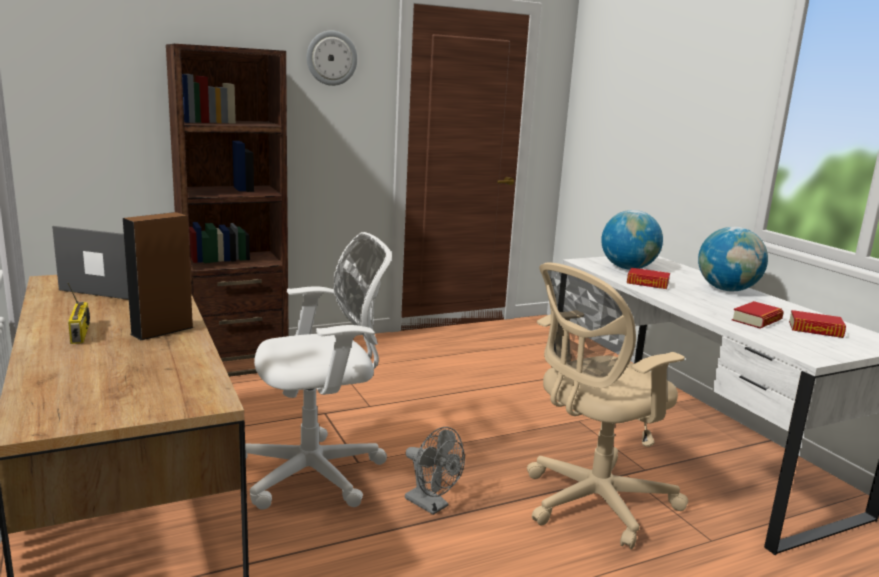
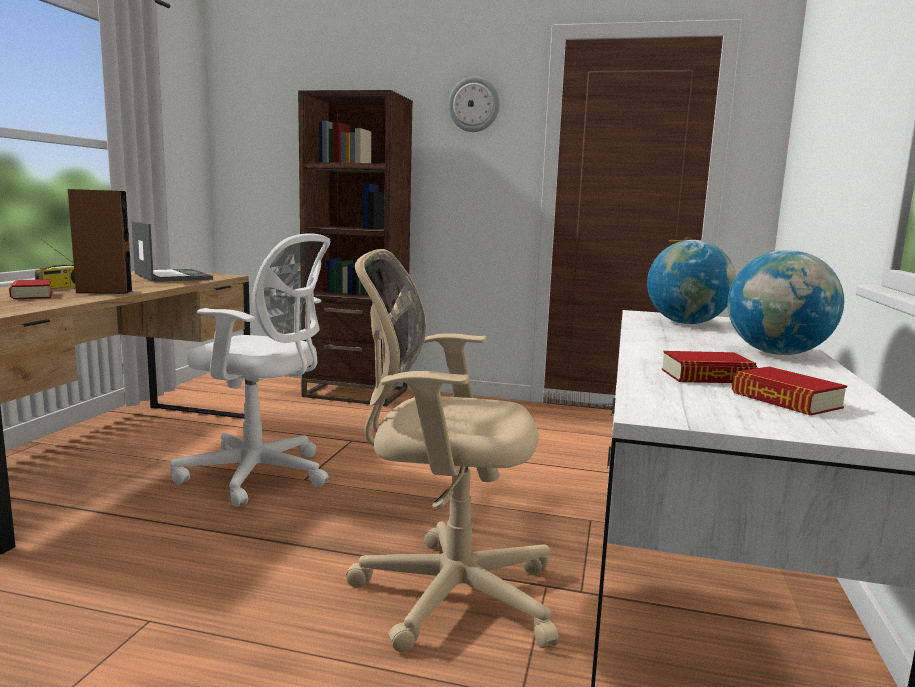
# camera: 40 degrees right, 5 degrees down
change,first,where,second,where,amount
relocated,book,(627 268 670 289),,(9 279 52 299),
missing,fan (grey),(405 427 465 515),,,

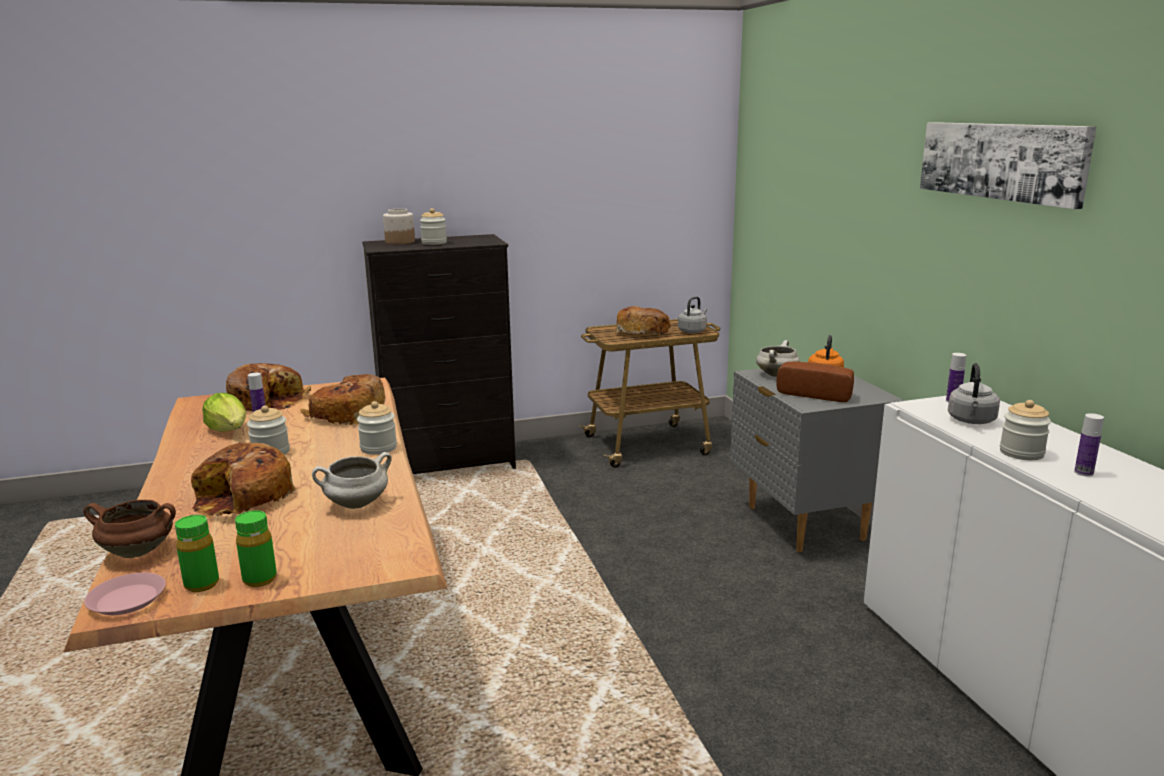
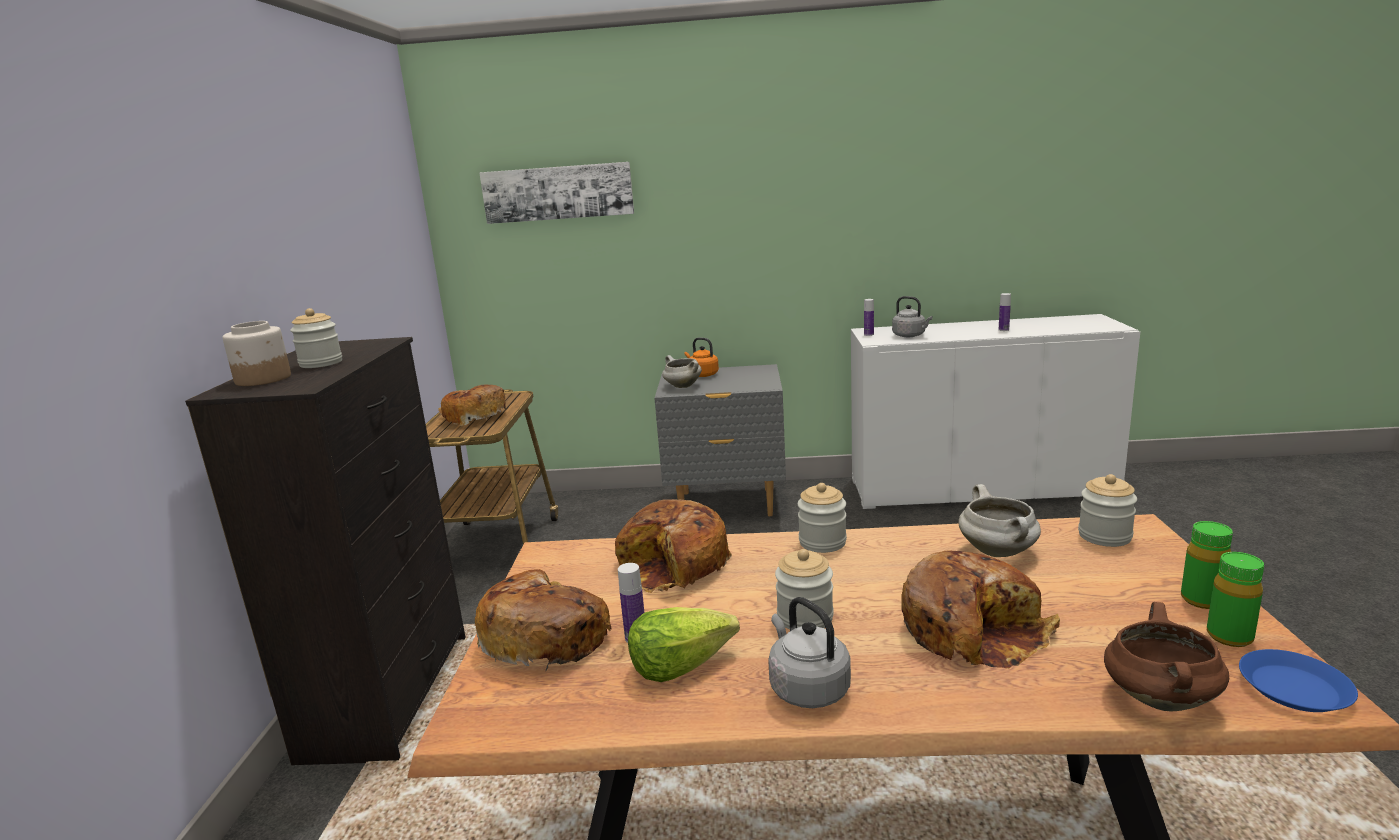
# camera: 70 degrees left, 0 degrees up
change,first,where,second,where,amount
relocated,picture,(920 122 1096 209),,(479 162 634 224),
relocated,kettle (grey),(678 296 707 333),,(768 597 851 708),
relocated,jar,(1000 400 1051 460),,(1078 474 1137 547),
colour,plate (pink),(84 573 166 615),plate (blue),(1239 649 1358 712),
missing,bread,(777 361 854 402),,,

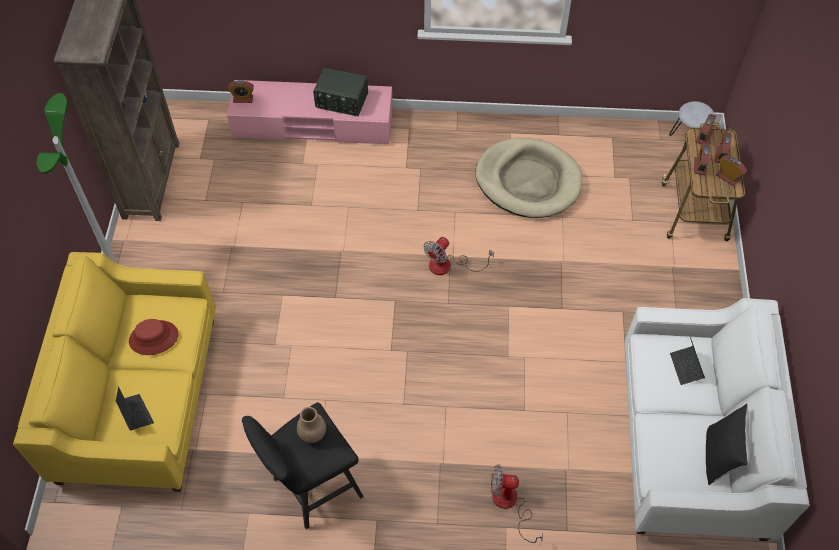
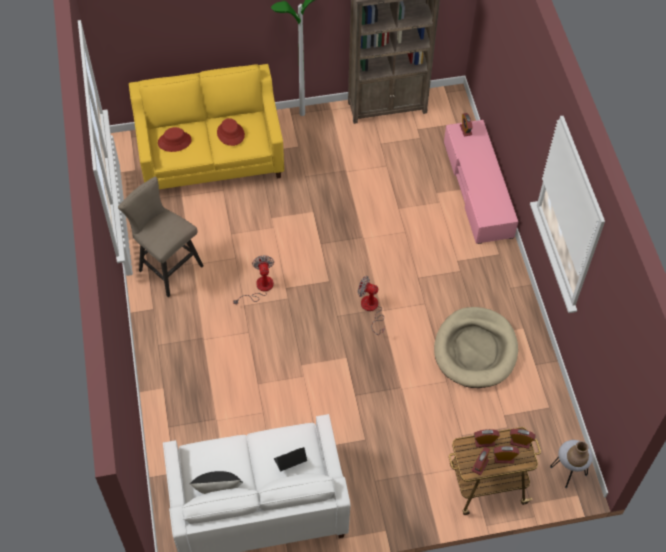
# camera: 75 degrees right, 0 degrees up
change,first,where,second,where,amount
colour,stool (black),(242 403 364 529),stool (beige),(118 176 204 297),
exchanged,laptop,(115 387 154 431),hat (red),(158 127 192 152),
relocated,fan,(491 464 543 543),,(233 255 274 305),
relocated,vase (brown),(297 407 326 443),,(567 441 589 467),
missing,radio,(313 68 368 116),,,

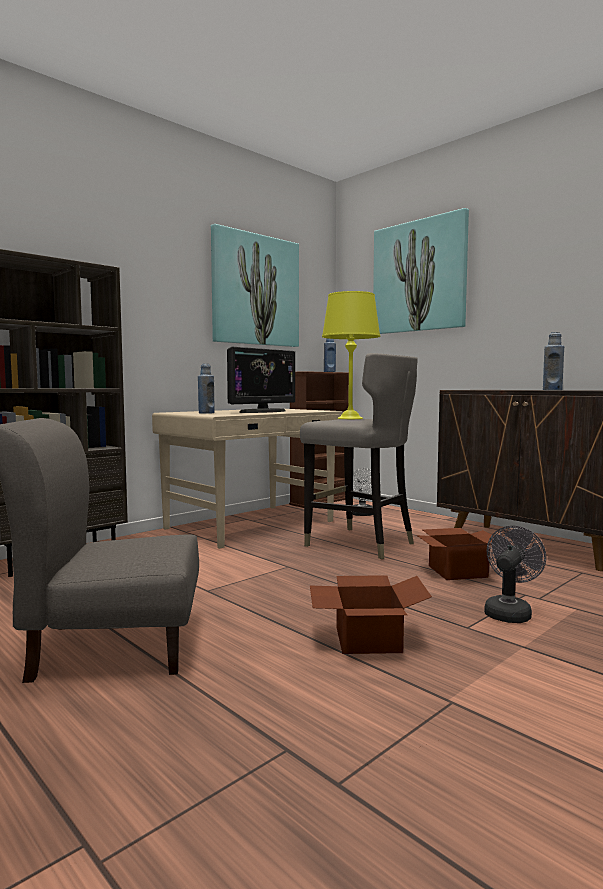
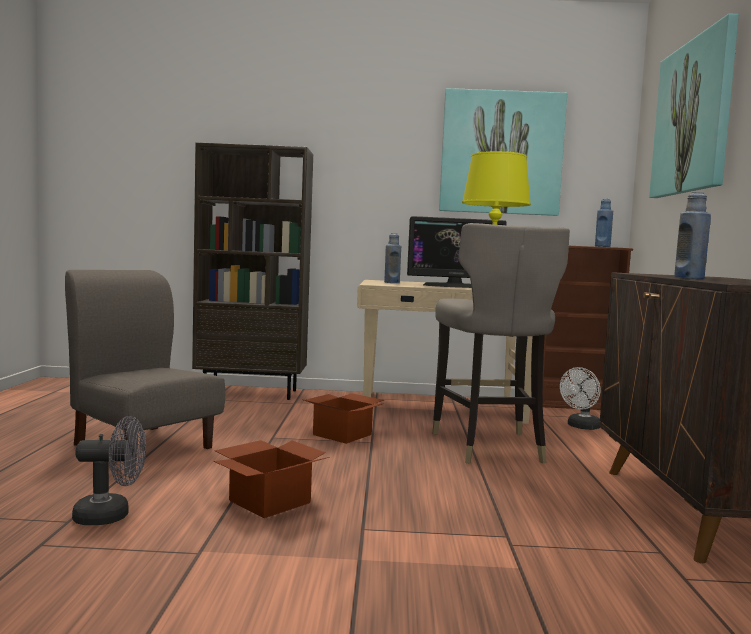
# camera: 45 degrees right, 0 degrees up
change,first,where,second,where,amount
relocated,fan (grey),(484 526 546 623),,(72 416 146 525),
relocated,cardboard box,(416 528 494 580),,(304 393 384 444),

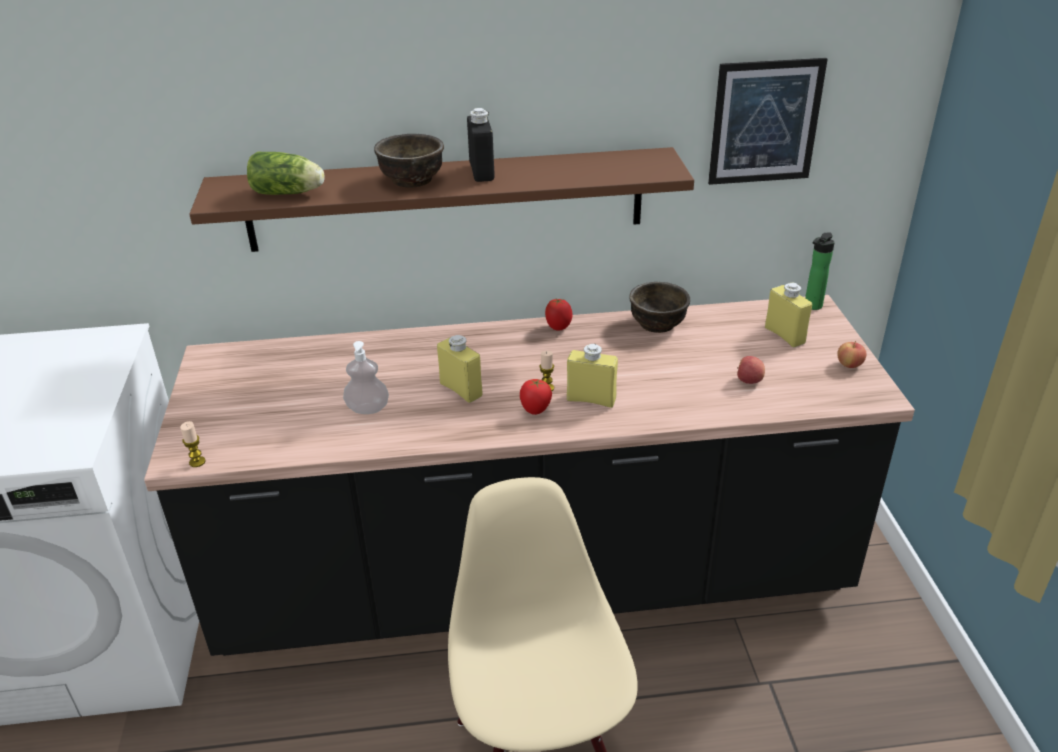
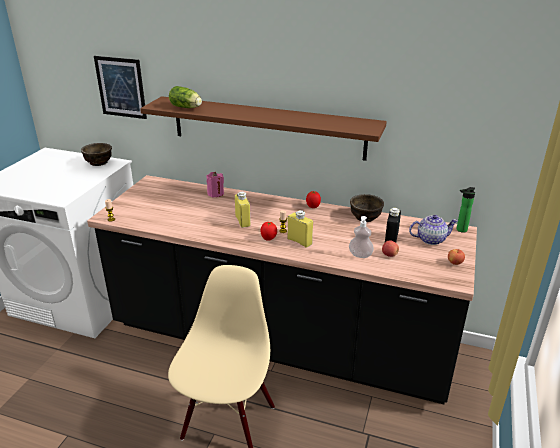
# camera: 25 degrees right, 5 degrees down
change,first,where,second,where,amount
relocated,bowl (brown),(374 134 444 188),,(81 143 112 166),
relocated,picture,(708 58 828 185),,(94 56 147 119),
appeared,,,candle (pink),(207 172 224 197),
relocated,soap dispenser,(343 341 389 414),,(349 216 374 258),
relocated,bottle (black),(467 108 495 182),,(385 208 401 243),
exchanged,bottle (yellow),(765 283 812 347),teapot,(409 215 458 245),

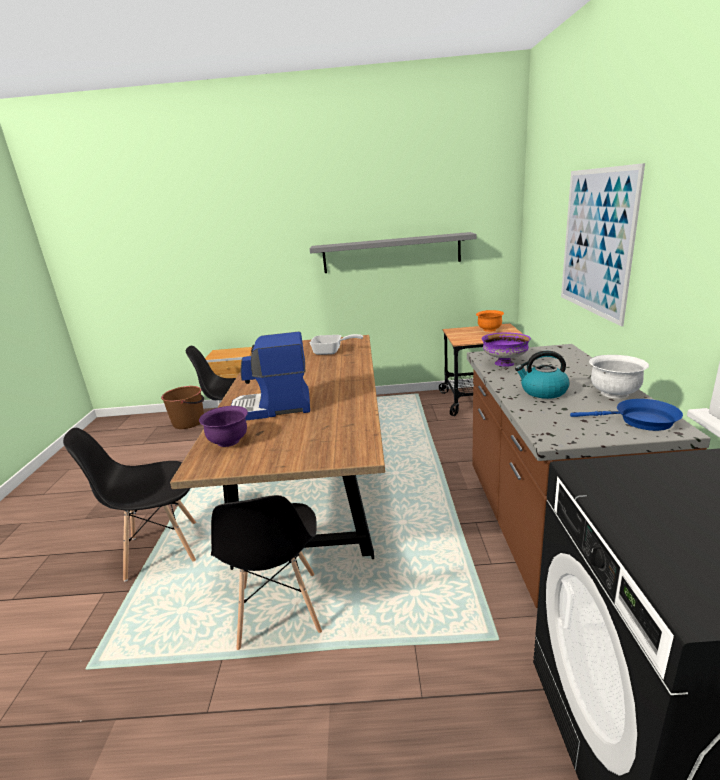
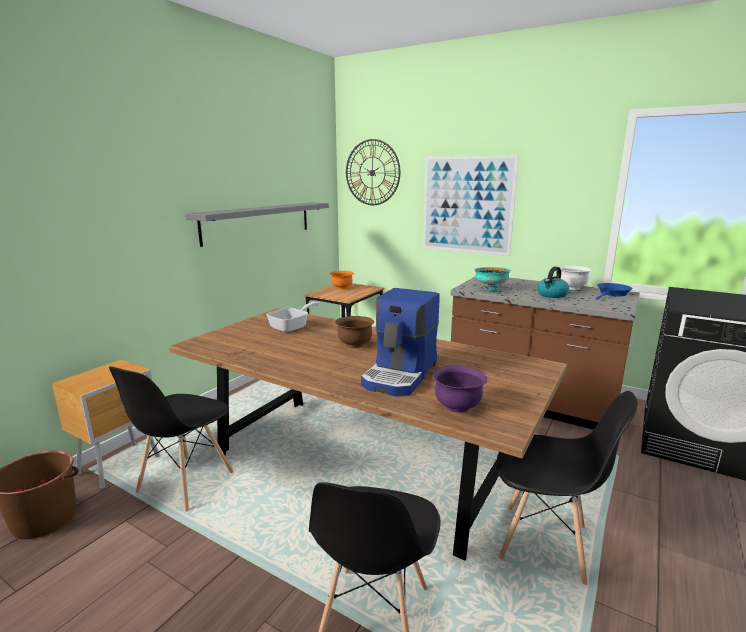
# camera: 60 degrees left, 5 degrees down
change,first,where,second,where,amount
appeared,,,bowl (brown),(335 316 374 348),
appeared,,,wall clock,(346 139 400 205),
colour,bowl (purple),(482 332 531 366),bowl (turquoise),(474 267 511 291),

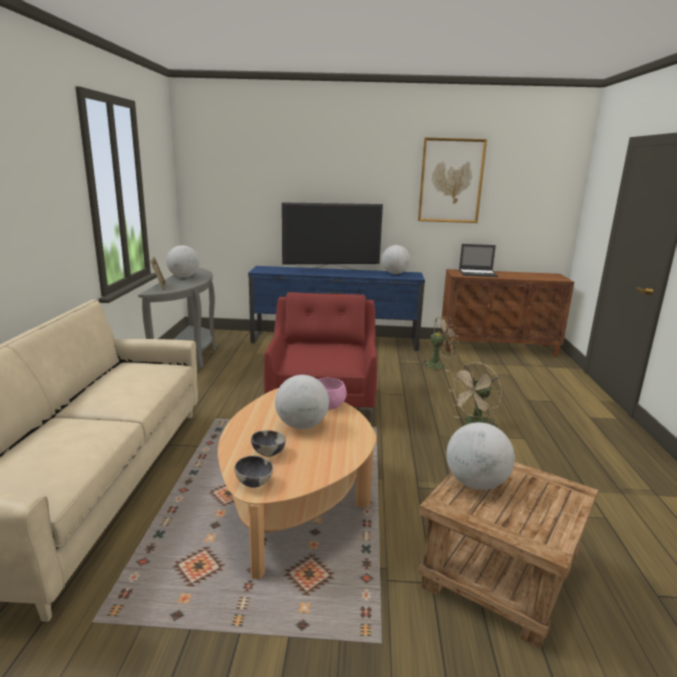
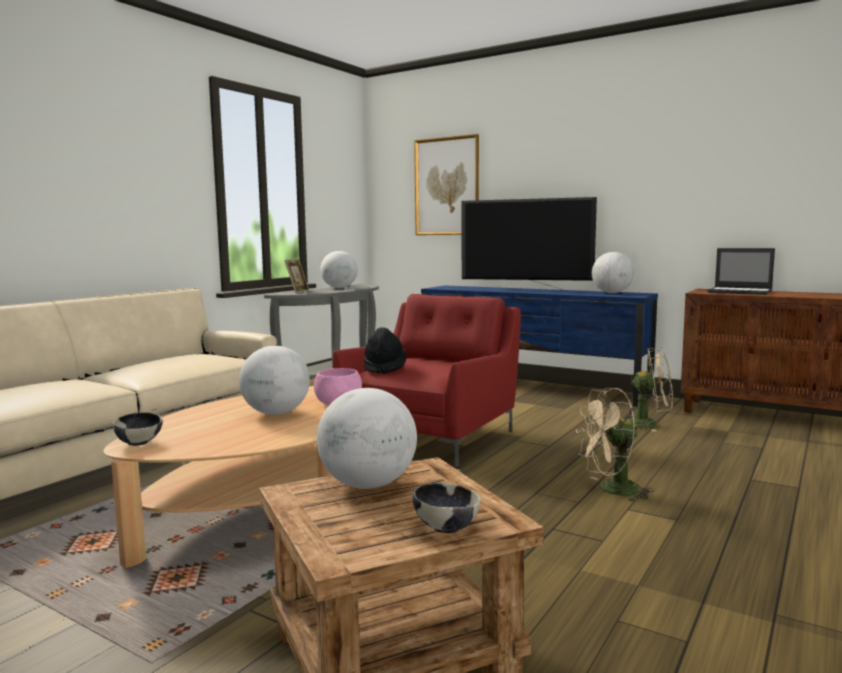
# camera: 30 degrees right, 10 degrees down
change,first,where,second,where,amount
appeared,,,hat (black),(364 327 406 374),
relocated,bowl,(251 430 286 457),,(412 482 481 533),
relocated,picture,(418 137 487 223),,(414 134 479 235),

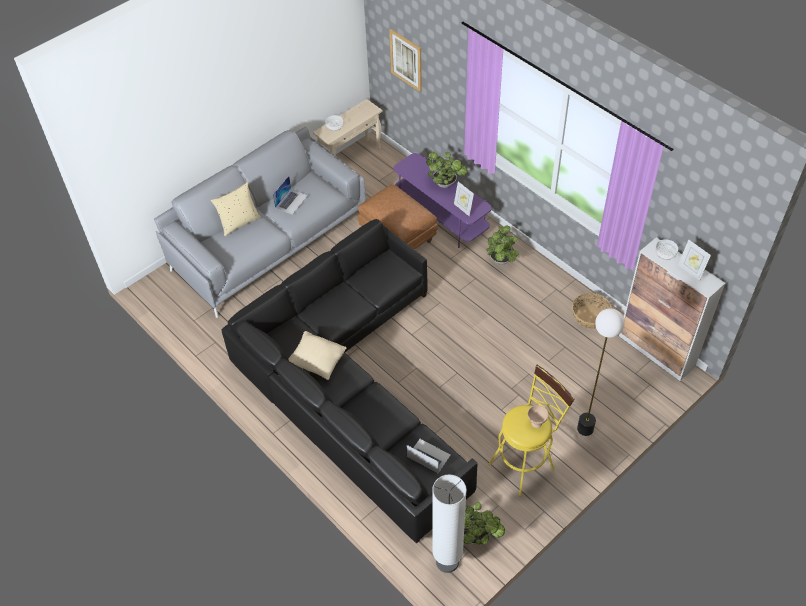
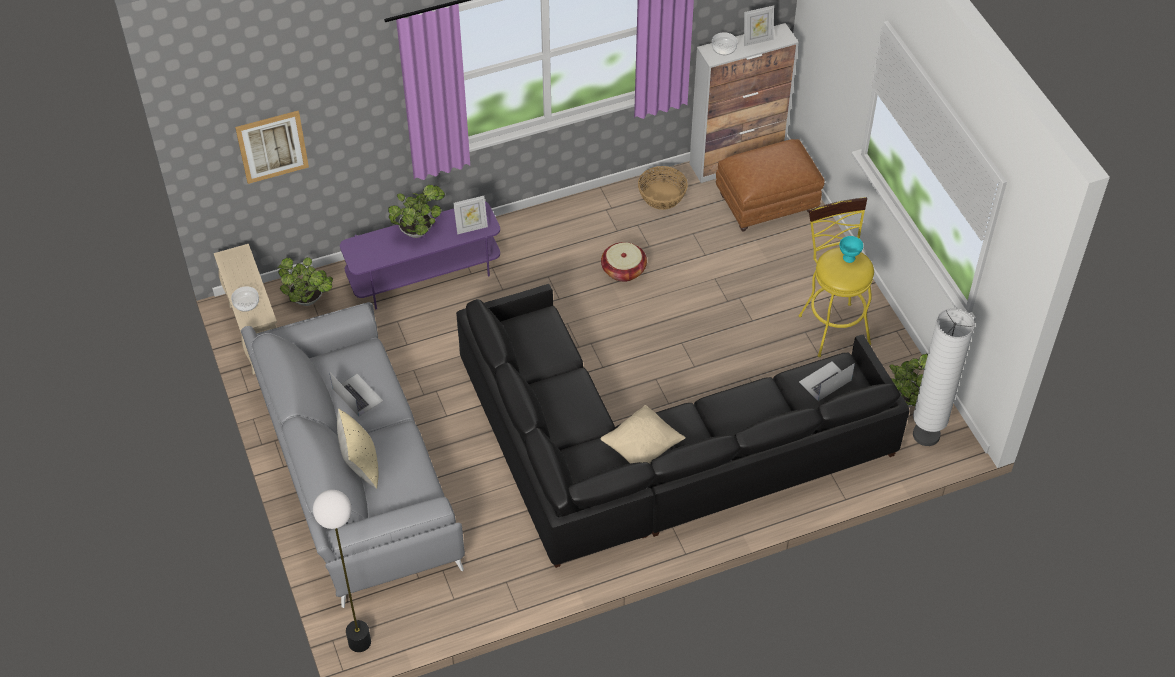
# camera: 70 degrees left, 0 degrees up
change,first,where,second,where,amount
relocated,potted plant,(487 226 519 265),,(278 257 333 306),
relocated,floor lamp,(577 308 625 436),,(313 490 371 652),
appeared,,,basket,(601 242 647 282),
relocated,ottoman (brown),(358 184 438 250),,(716 139 825 231),
colour,bowl (beige),(528 405 548 428),bowl (turquoise),(840 236 863 263),

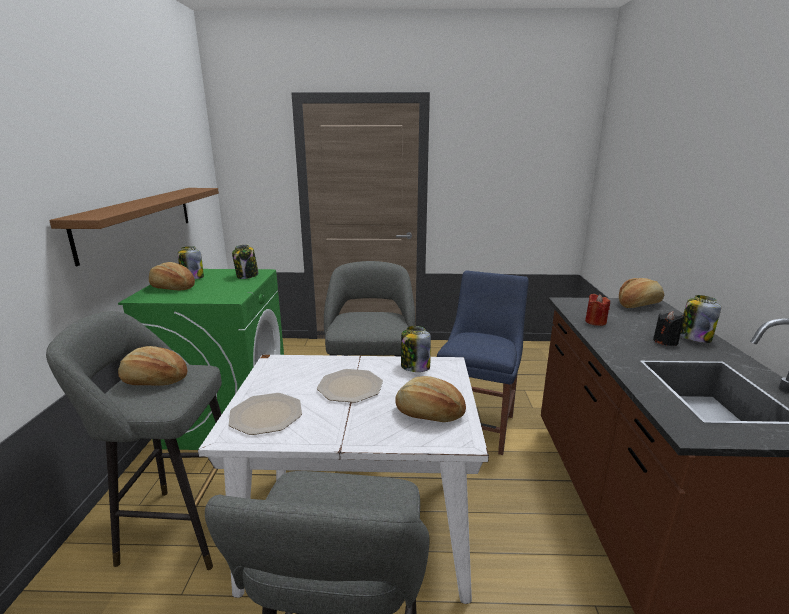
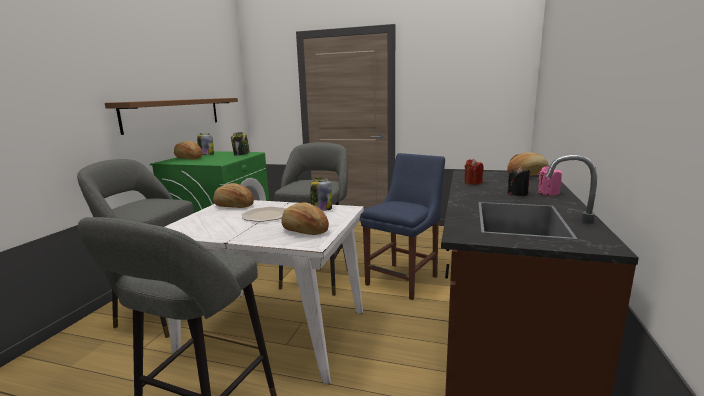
# camera: 15 degrees right, 5 degrees down
change,first,where,second,where,amount
relocated,bread,(118 346 188 386),,(213 183 254 208),
exchanged,jar,(680 295 721 343),candle (pink),(538 166 562 196),
missing,plate,(229 393 302 435),,,

